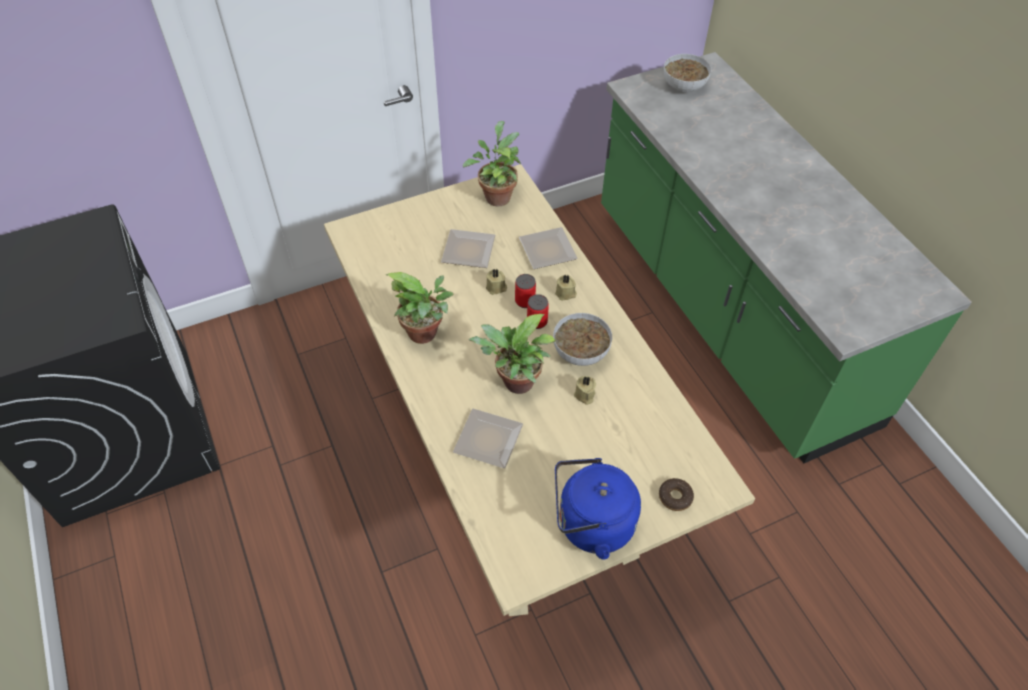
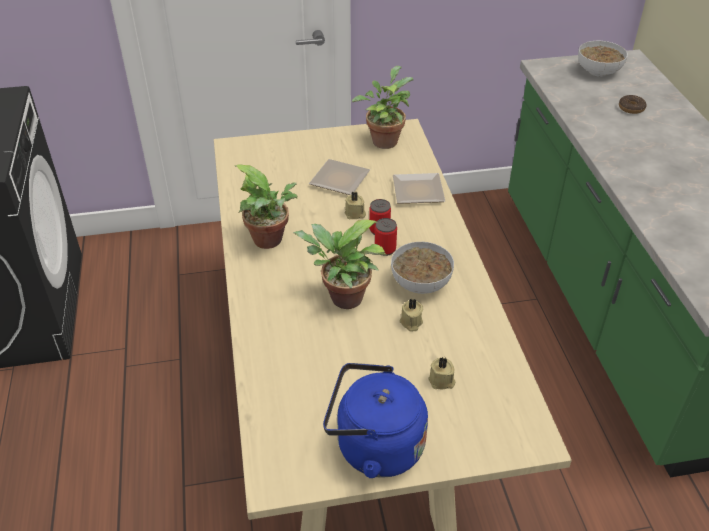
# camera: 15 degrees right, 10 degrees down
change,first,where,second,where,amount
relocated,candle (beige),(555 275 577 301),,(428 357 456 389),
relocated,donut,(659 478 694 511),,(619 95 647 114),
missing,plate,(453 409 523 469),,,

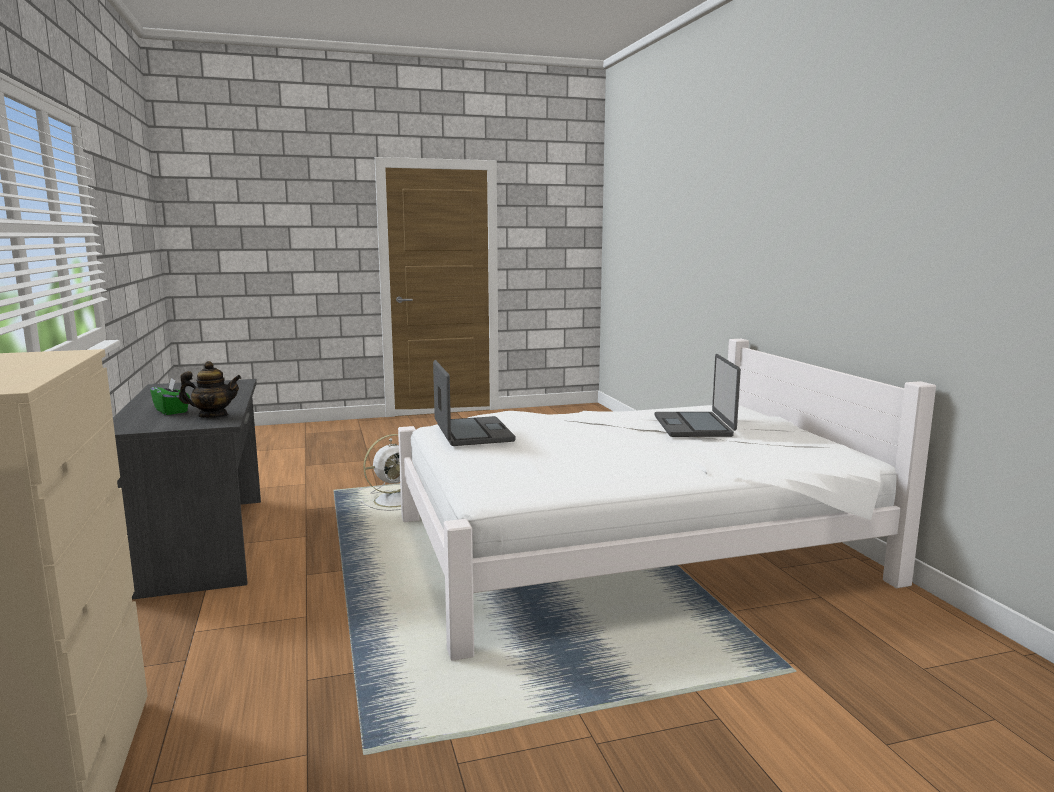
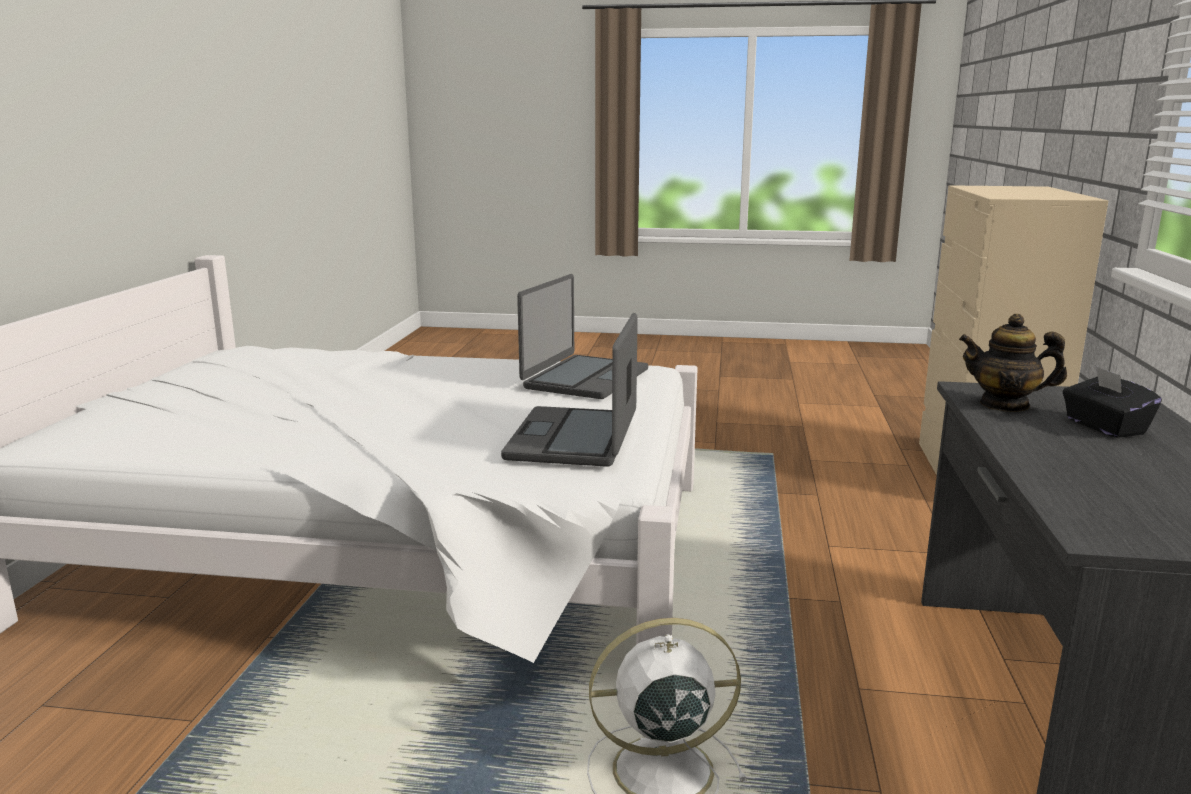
# camera: 155 degrees left, 5 degrees up
change,first,where,second,where,amount
relocated,laptop,(655 354 741 437),,(517 274 648 399),
colour,tissue box (green),(150 378 190 415),tissue box (black),(1063 366 1162 438),

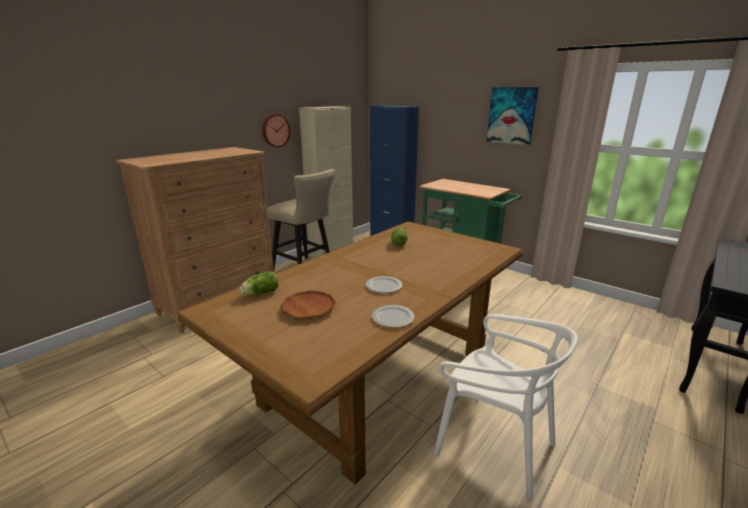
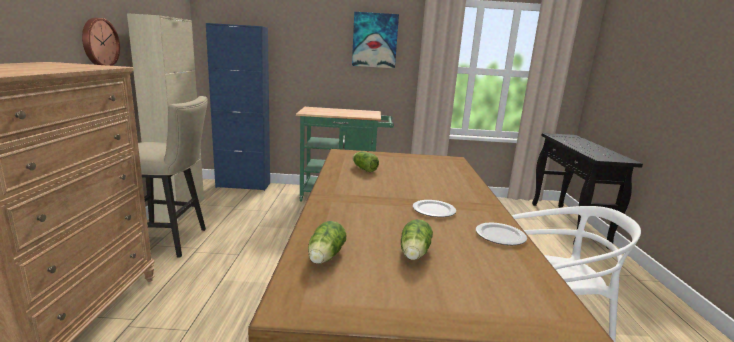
# camera: 40 degrees left, 5 degrees down
change,first,where,second,where,amount
exchanged,plate (brown),(280 291 336 319),lettuce,(401 219 433 260),

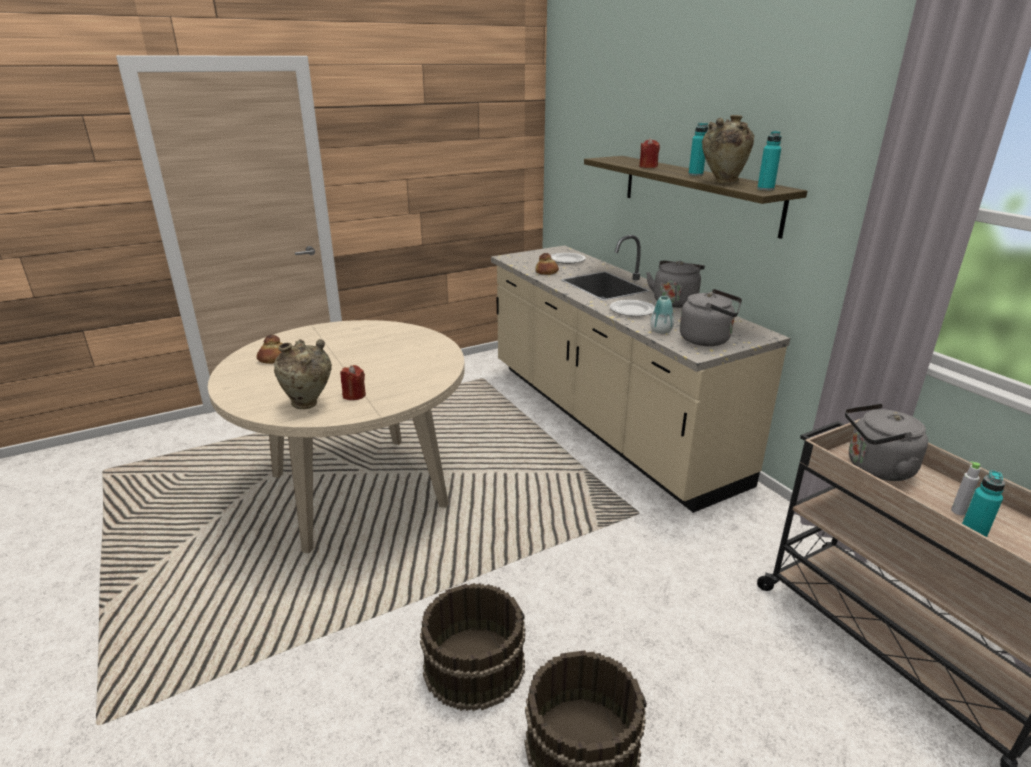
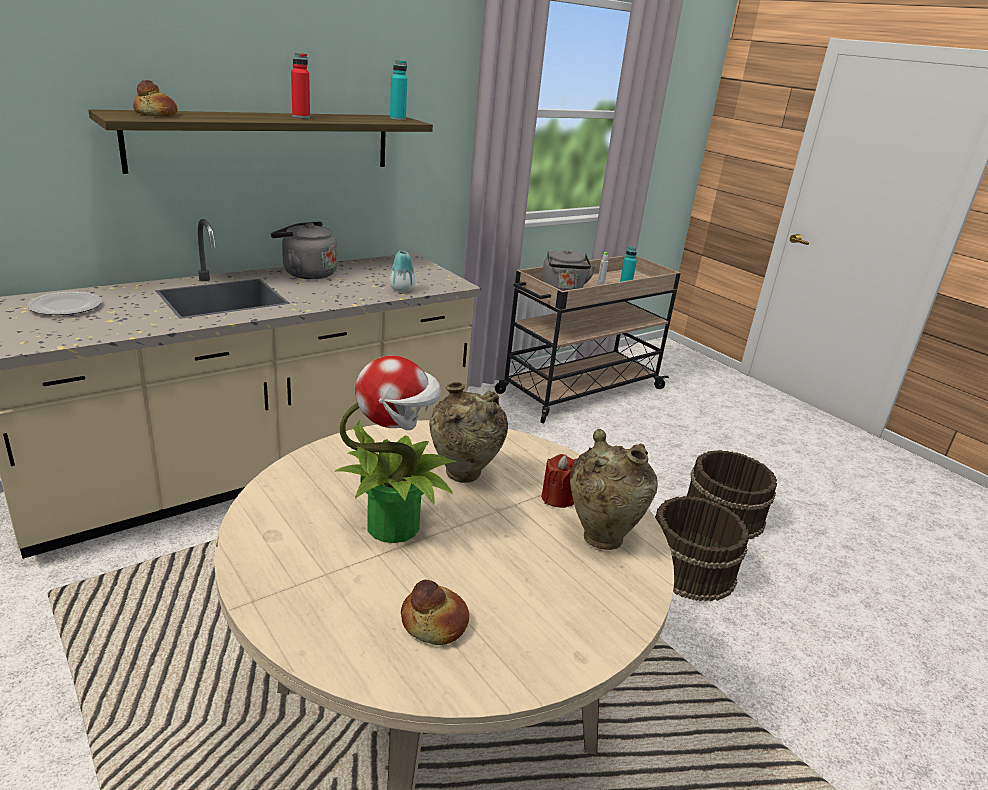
# camera: 100 degrees left, 0 degrees up
change,first,where,second,where,amount
relocated,bread,(535 253 559 275),,(133 80 177 116),
colour,bottle (turquoise),(689 123 708 176),bottle (red),(291 53 310 118),
appeared,,,potted plant,(334 355 457 543),
relocated,vase (beige),(702 115 754 183),,(429 382 508 483),
missing,plate,(609 300 655 316),,,
missing,candle (red),(639 138 660 168),,,
missing,kettle (grey),(680 289 742 346),,,

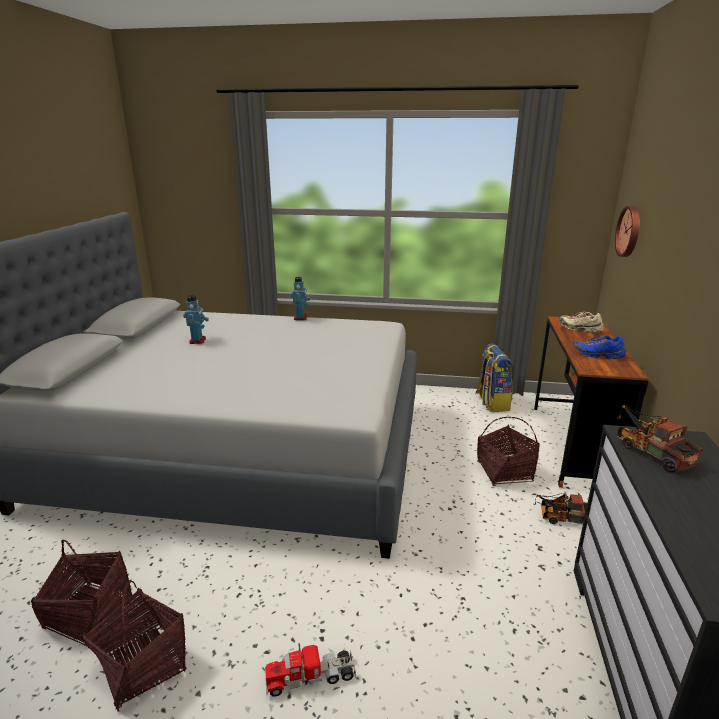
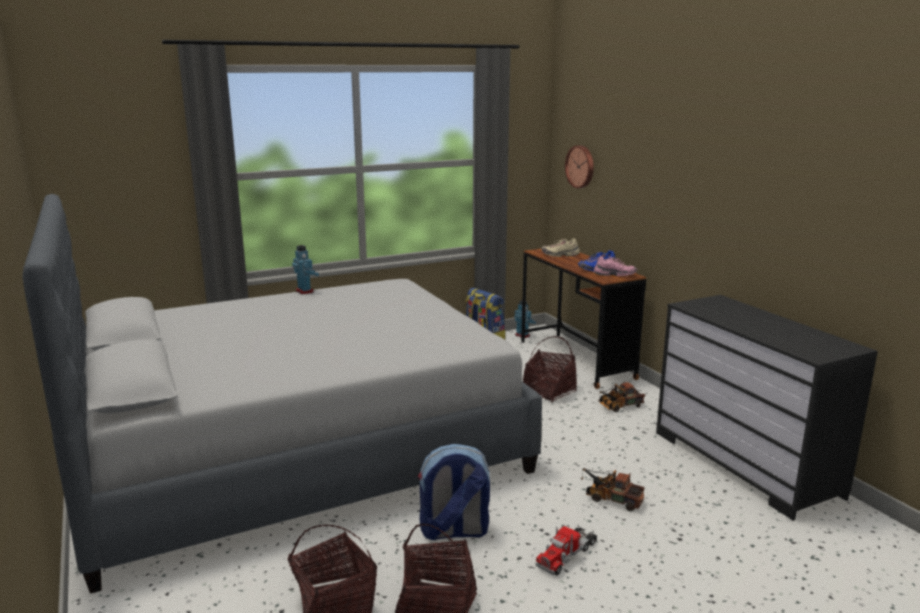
# camera: 35 degrees left, 5 degrees down
change,first,where,second,where,amount
appeared,,,backpack,(418 444 490 540),
relocated,toy robot,(183 295 209 344),,(514 300 536 338),
relocated,toy truck,(617 405 703 472),,(581 468 644 511),
appeared,,,shoe (pink),(594 256 637 276),

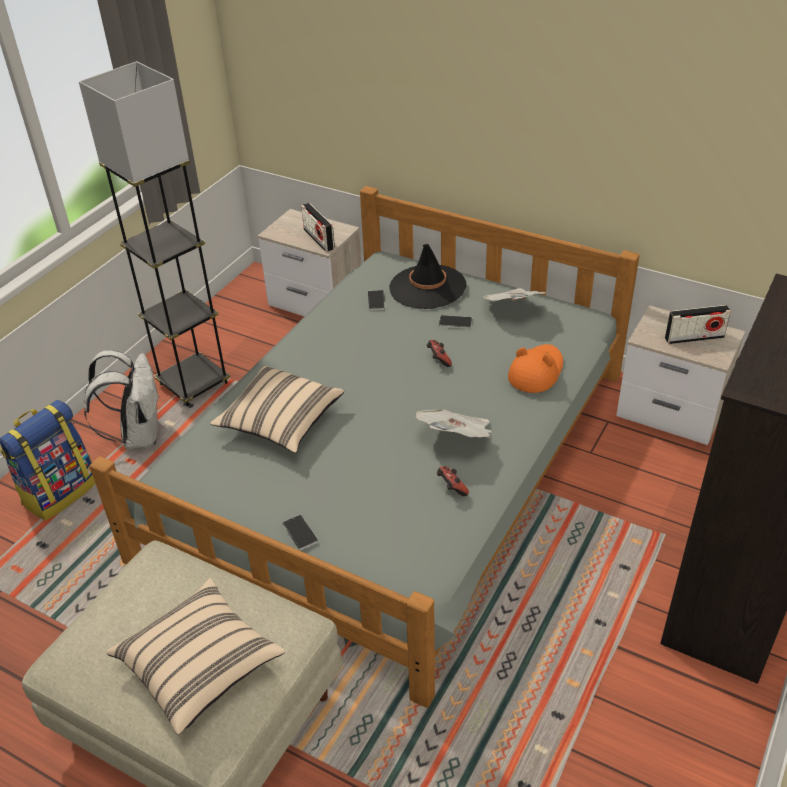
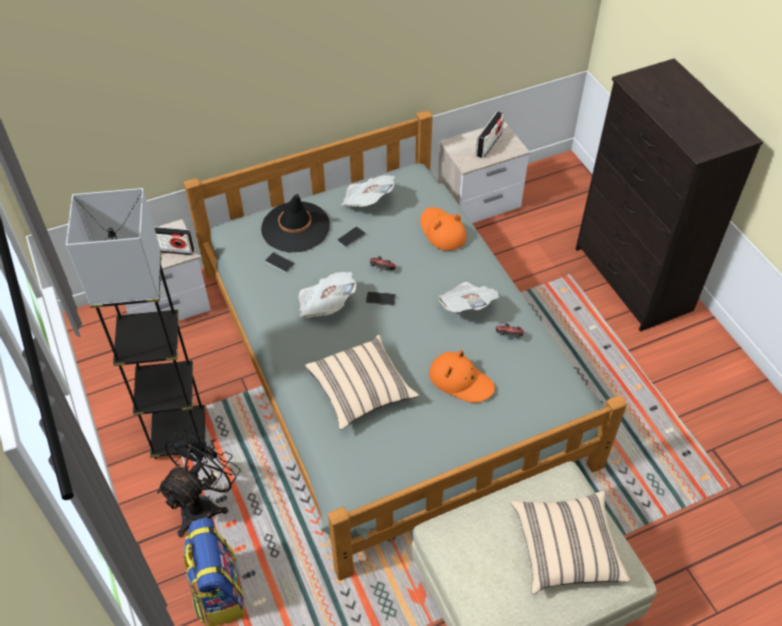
# camera: 55 degrees left, 10 degrees up
change,first,where,second,where,amount
exchanged,backpack (white),(84 350 160 449),fan (black),(157 427 241 537),
appeared,,,newspaper,(299 272 356 317),
relocated,phone,(282 515 318 551),,(365 292 396 307),
appeared,,,hat (orange),(429 350 495 403),

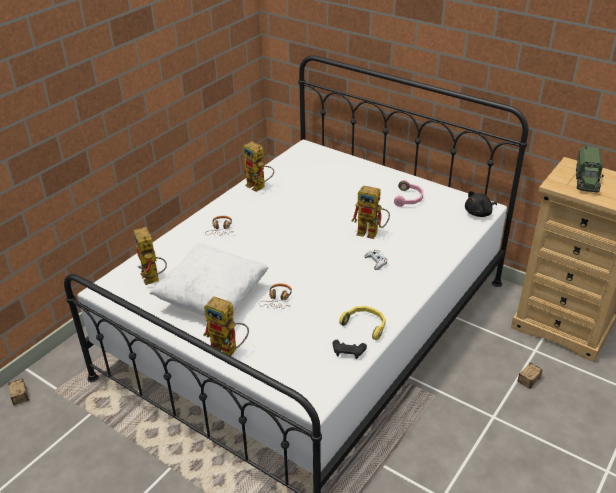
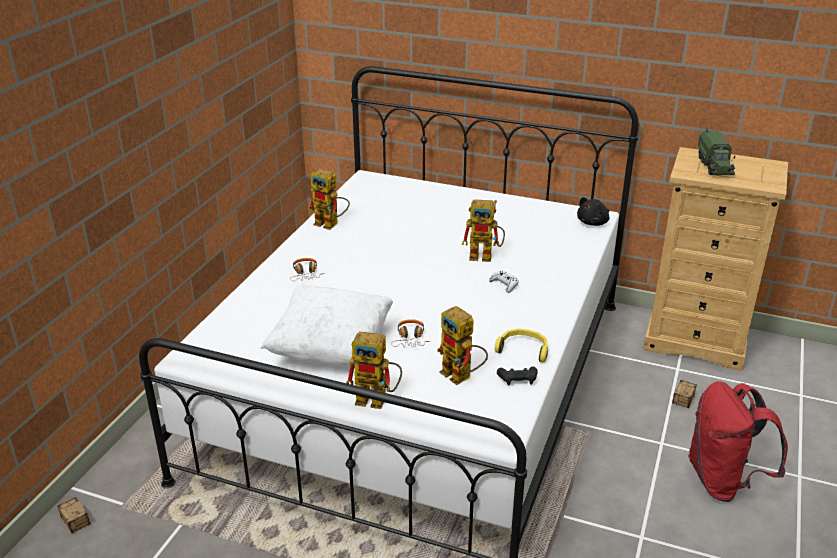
# camera: 15 degrees left, 5 degrees down
change,first,where,second,where,amount
relocated,toy robot,(134 227 167 285),,(437 306 488 385),
appeared,,,backpack (red),(688 382 788 502),
missing,headphones (pink),(394 180 423 207),,,

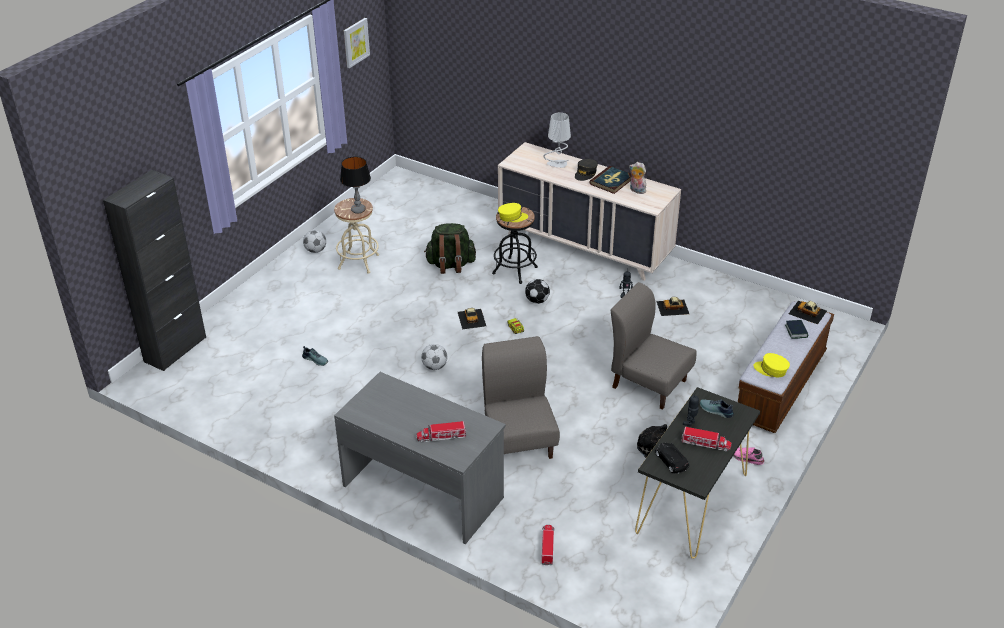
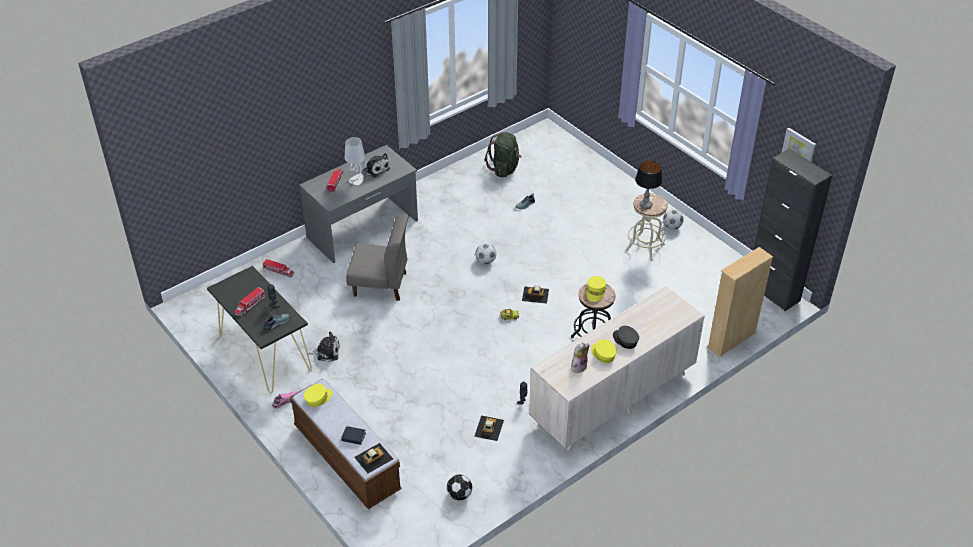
# camera: 110 degrees right, 5 degrees up
change,first,where,second,where,amount
relocated,table lamp (grey),(543 113 571 168),,(345 137 365 185),
appeared,,,plush toy,(363 153 390 178),
relocated,football,(525 279 550 304),,(447 474 472 501),
relocated,backpack (green),(424 223 476 274),,(484 132 522 177),
exchanged,book,(589 166 632 194),cap (yellow),(591 339 617 363),
appeared,,,bookcase (beige),(707 247 773 357),
relocated,cabinet (black),(103 170 206 371),,(754 149 832 311),
missing,chair (grey),(611 282 697 410),,,
missing,toy car (black),(655 443 689 474),,,

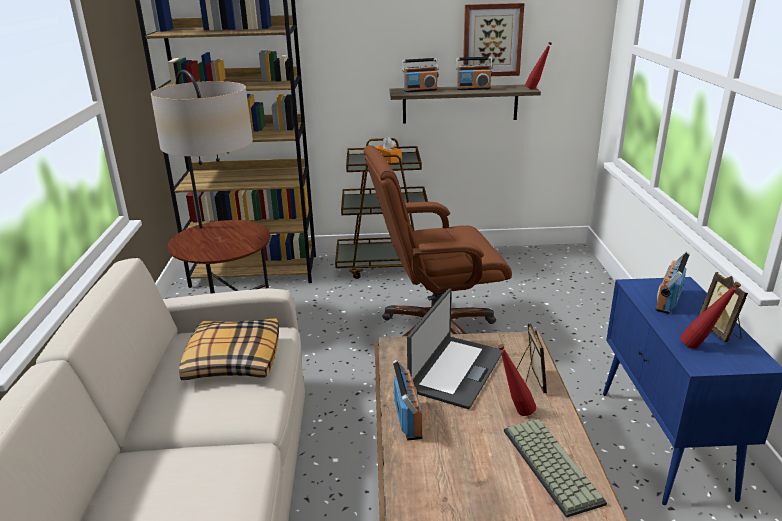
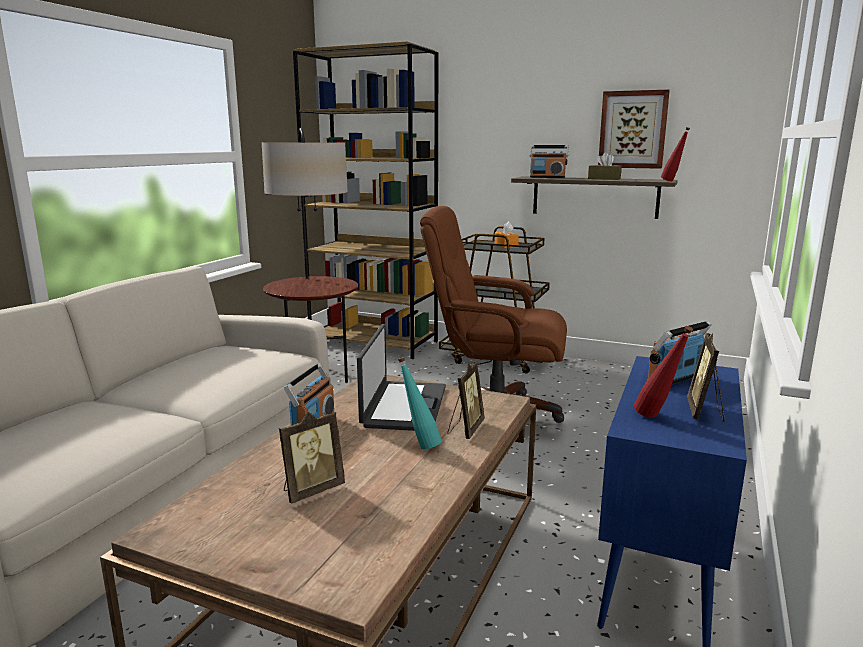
# camera: 25 degrees right, 10 degrees down
change,first,where,second,where,amount
appeared,,,picture frame,(279 412 345 504),
spun,laptop,(407 288 502 409),,(357 324 446 431),45 degrees counterclockwise
colour,bottle (red),(498 344 536 416),bottle (turquoise),(398 357 442 449),
exchanged,radio,(456 57 493 90),tissue box (brown),(588 152 622 180),
missing,pillow,(179 318 279 380),,,
missing,keyboard,(504 419 607 518),,,

